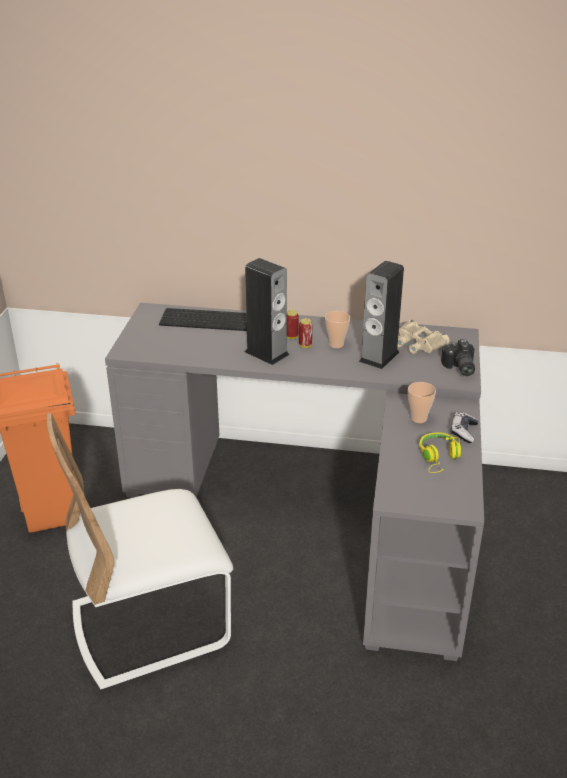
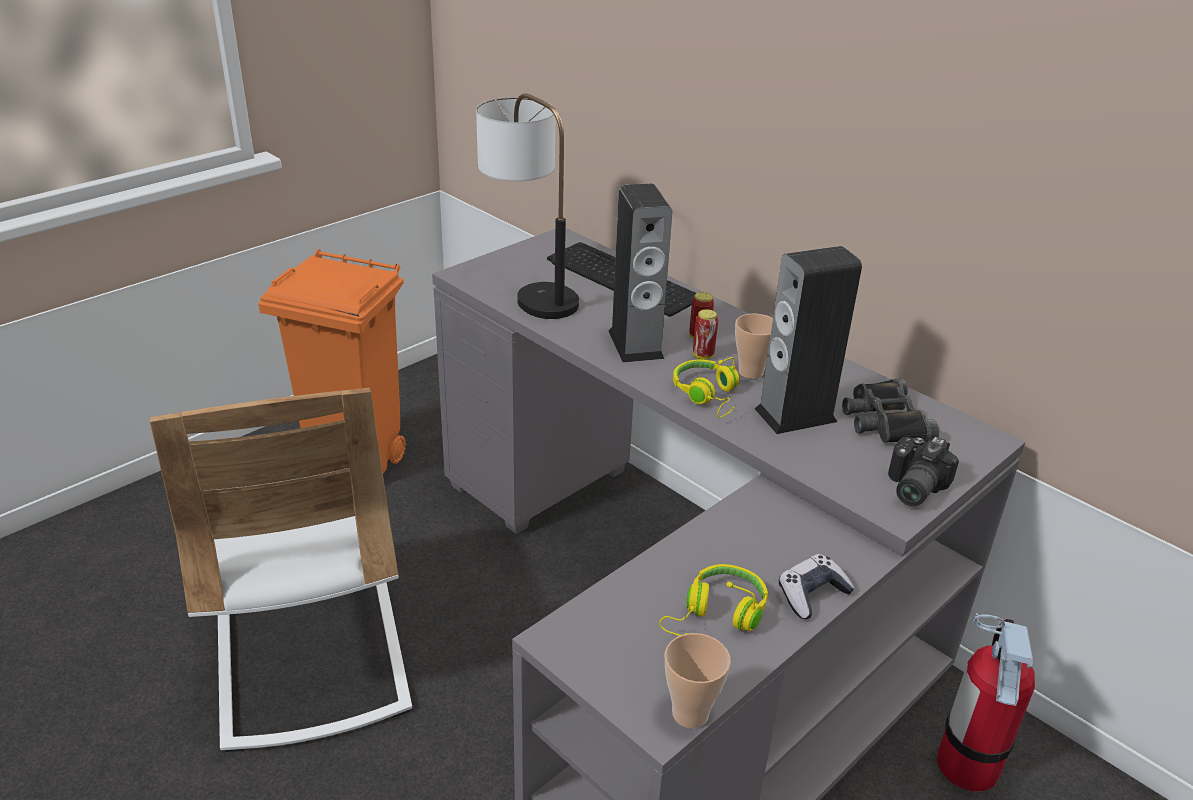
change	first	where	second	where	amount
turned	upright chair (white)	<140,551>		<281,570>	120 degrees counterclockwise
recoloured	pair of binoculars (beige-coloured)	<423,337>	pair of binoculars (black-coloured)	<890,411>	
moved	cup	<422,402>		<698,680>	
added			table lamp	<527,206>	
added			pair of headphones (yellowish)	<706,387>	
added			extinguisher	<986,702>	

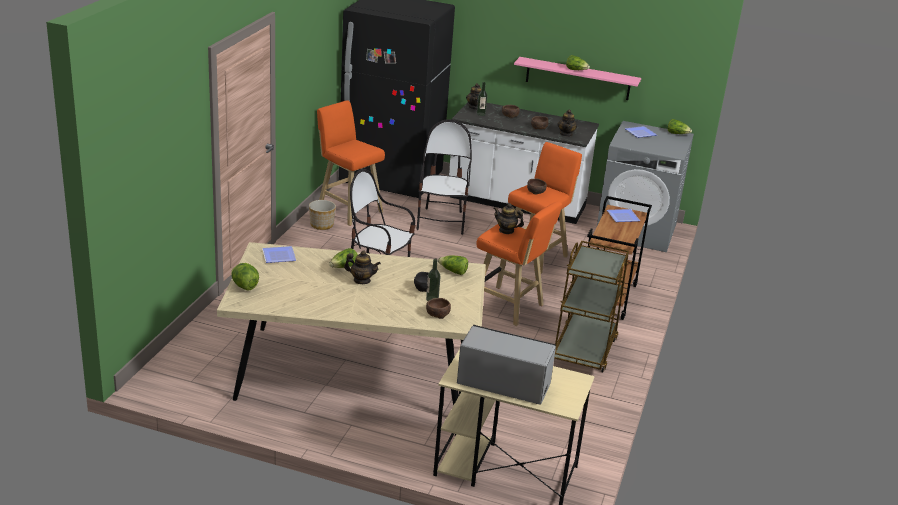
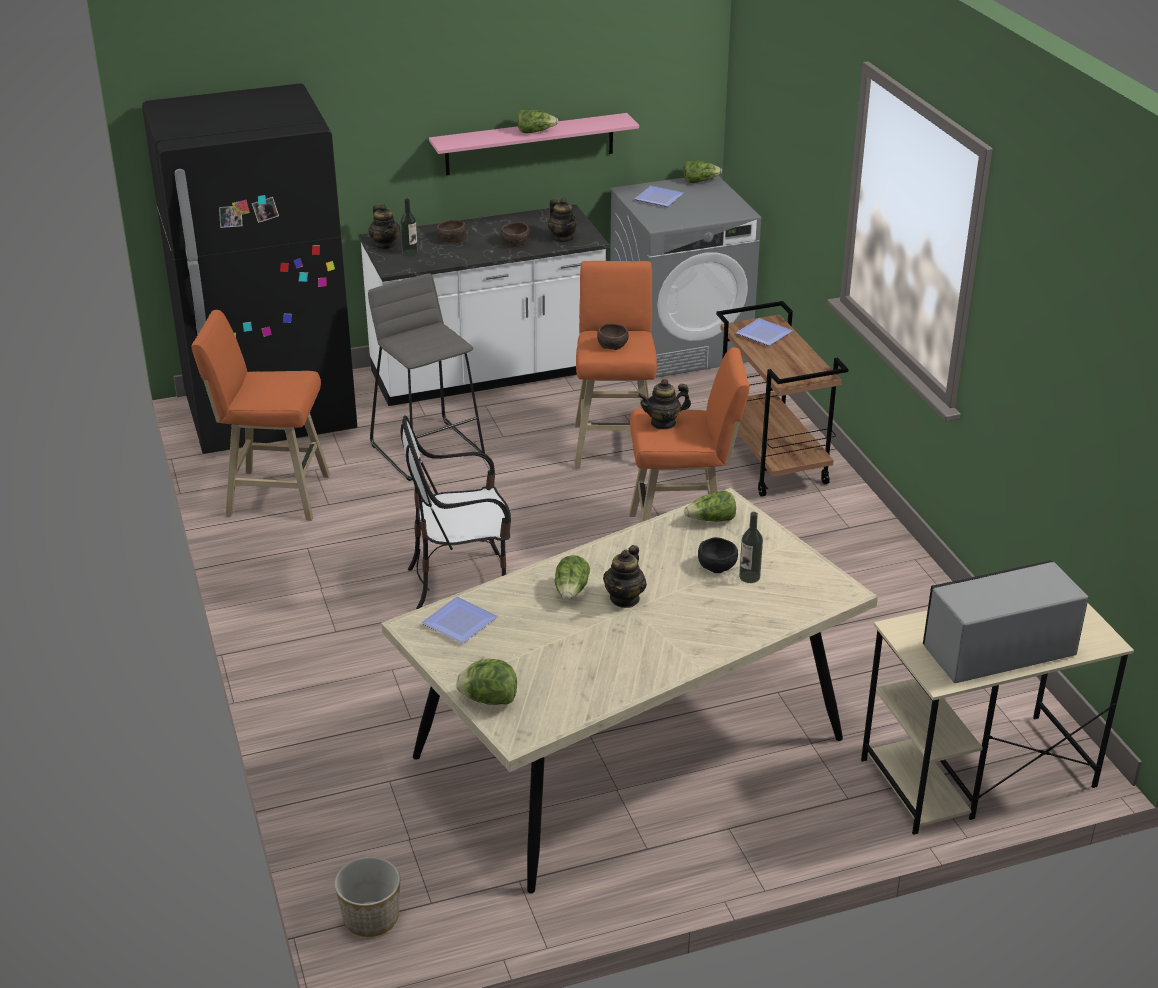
change	first	where	second	where	amount
moved	planter	<322,215>		<367,897>	
turned	teapot	<362,267>		<625,576>	135 degrees clockwise
replaced	upright chair	<444,177>	stool seat (grey)	<426,377>	
removed	bowl (brown)	<438,308>			
removed	trolley (brown)	<591,307>			

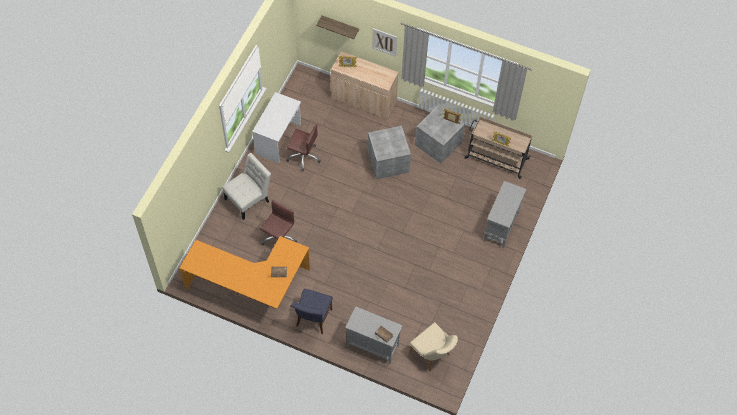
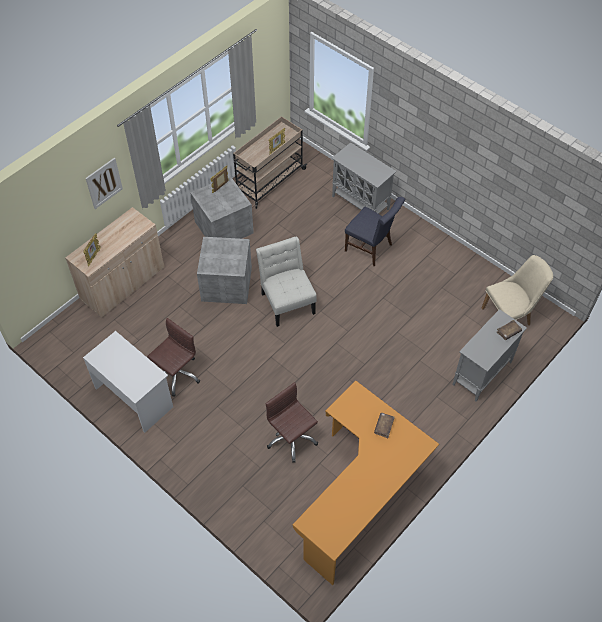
change	first	where	second	where	amount
moved	upright chair (white)	<246,186>		<286,281>	
moved	upright chair (blue)	<312,311>		<375,231>	
removed	bracket shelf	<337,27>			

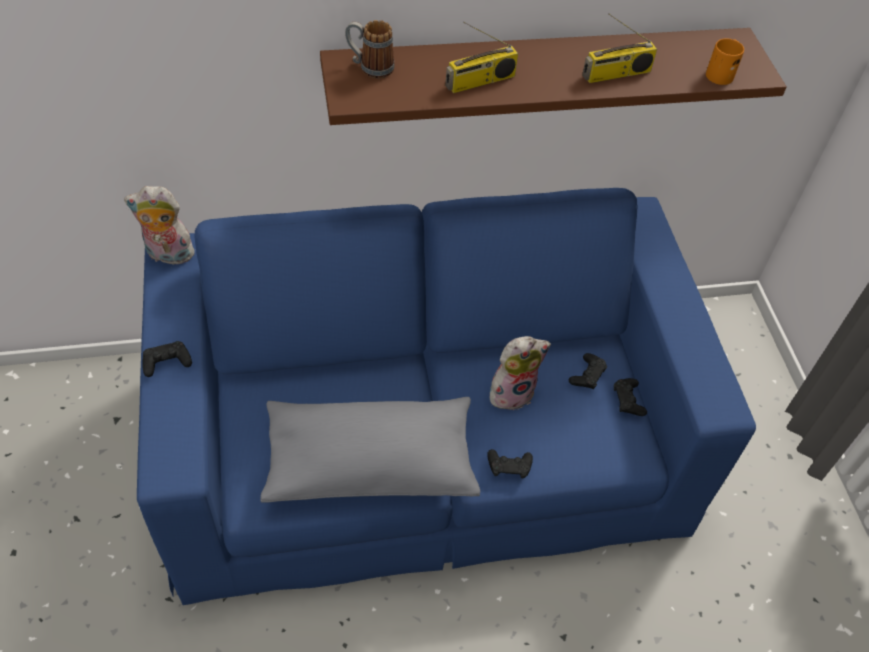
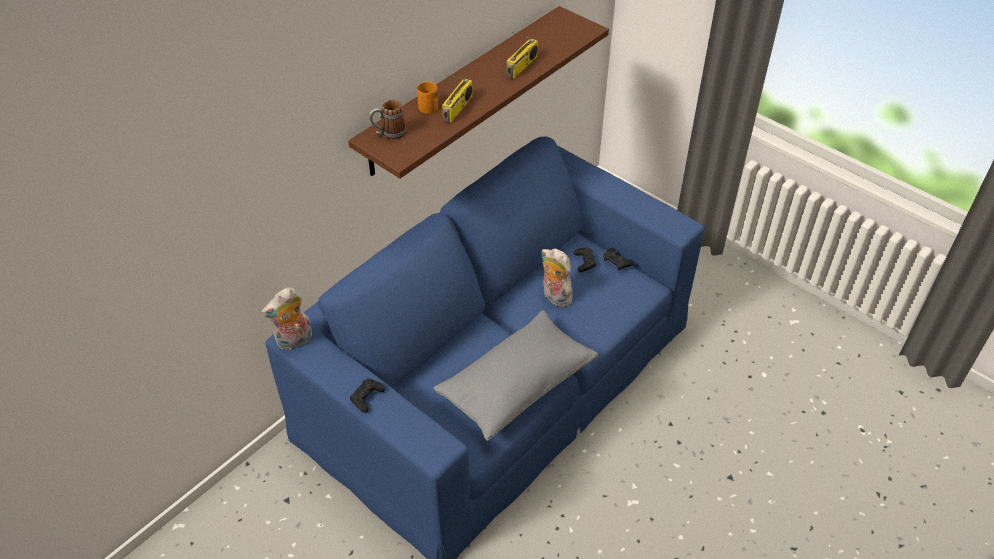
change	first	where	second	where	amount
removed	game controller (black-coloured)	<510,463>			
turned	cuddly toy	<520,373>		<557,277>	75 degrees counterclockwise
moved	tea mug (orange)	<725,61>		<427,97>	

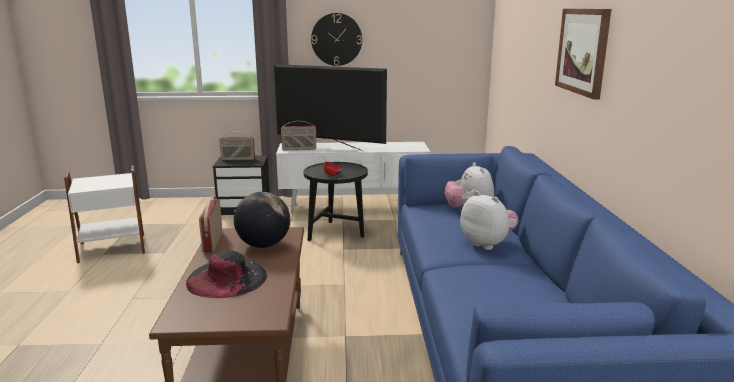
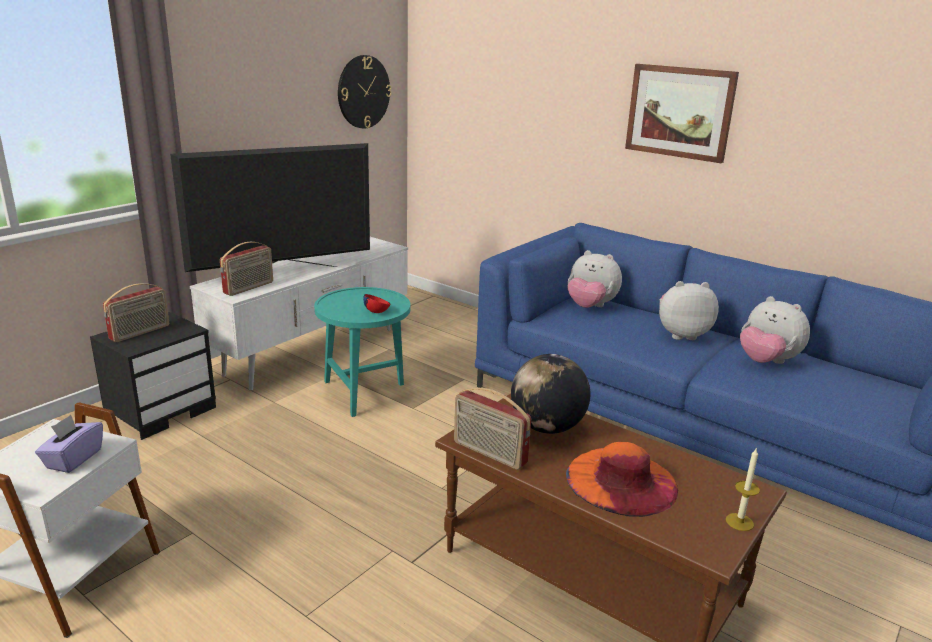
change	first	where	second	where	amount
recoloured	hat (black-coloured)	<226,274>	hat (orange)	<622,479>	
recoloured	accent table (black-coloured)	<336,201>	accent table (turquoise-coloured)	<362,352>	
moved	wall clock	<336,39>		<365,92>	
added			tissue box (purple-coloured)	<69,444>	
added			wax candle	<743,489>	
added			cuddly toy	<775,330>	

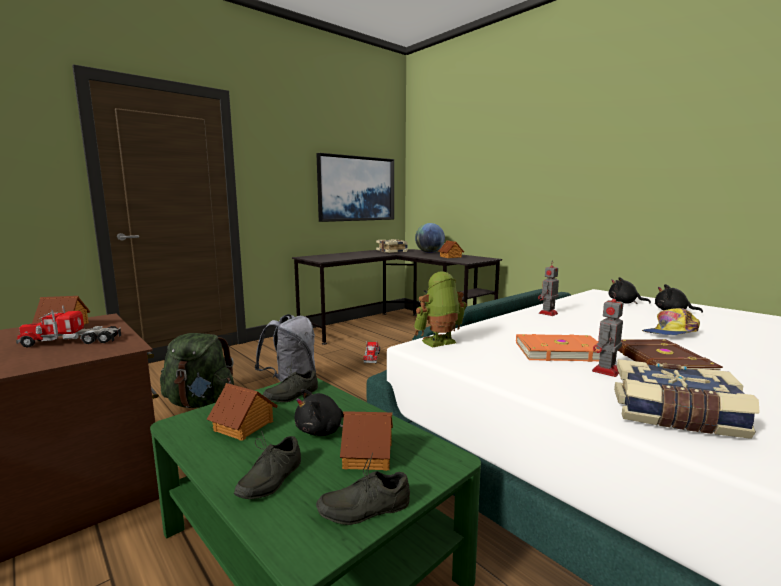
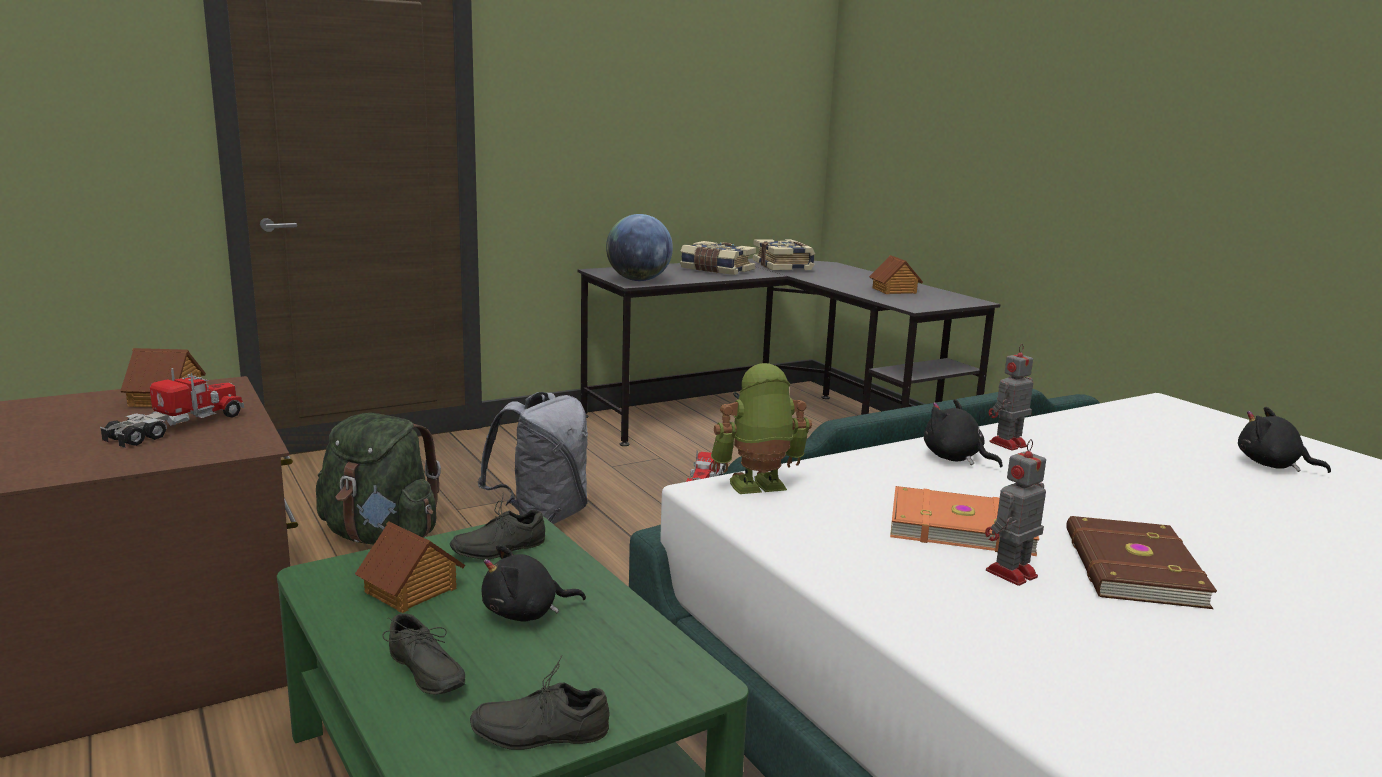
change	first	where	second	where	amount
turned	model truck	<68,326>		<172,408>	120 degrees clockwise
turned	shoe (grey)	<267,465>		<424,654>	75 degrees counterclockwise
removed	wall art	<355,187>			
removed	miniature house	<366,441>			
moved	desk globe	<430,238>		<639,247>	
moved	cuddly toy (black-coloured)	<630,290>		<963,433>	
moved	book	<687,399>		<718,258>	
removed	cap	<671,321>			

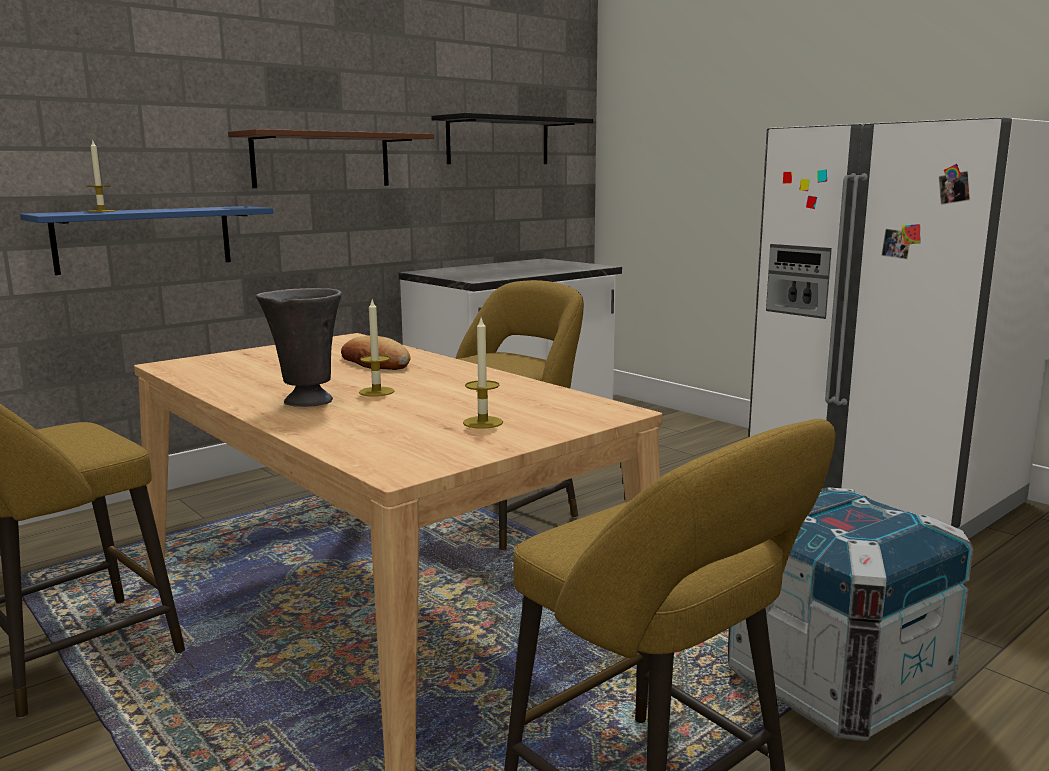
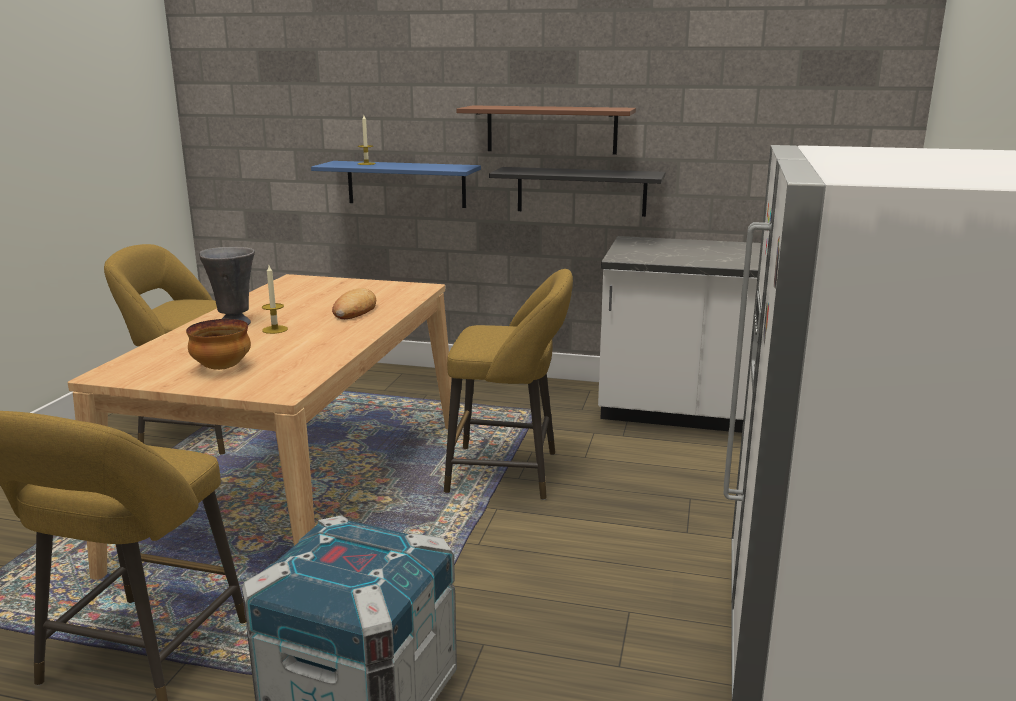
change	first	where	second	where	amount
moved	bracket shelf (black-coloured)	<512,138>		<577,192>	
replaced	wax candle	<483,373>	bowl	<218,344>	

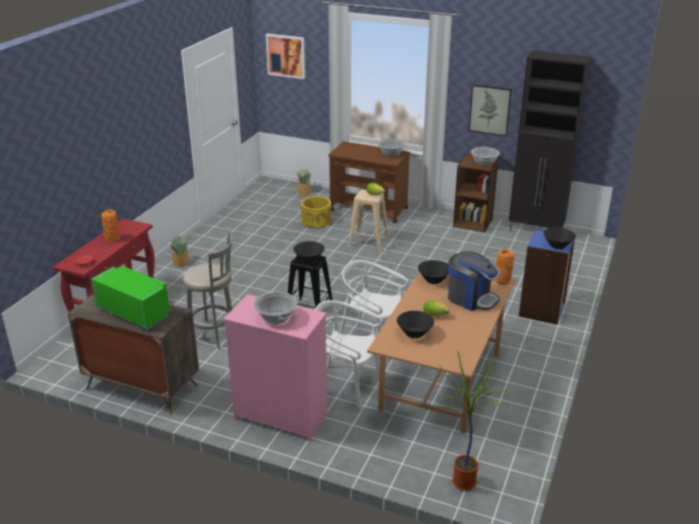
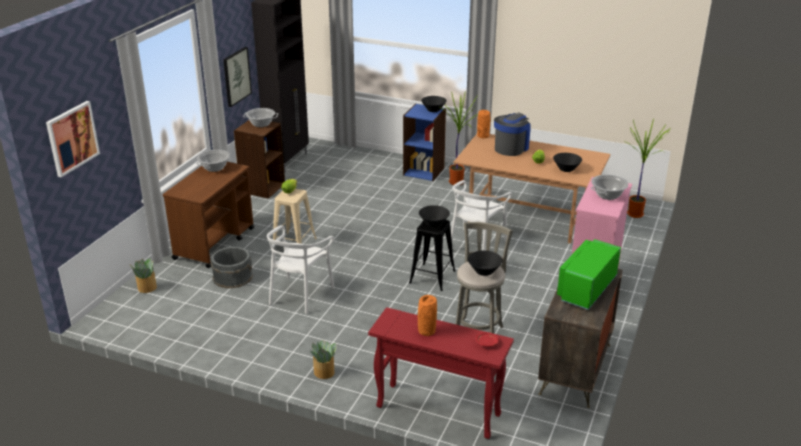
change	first	where	second	where	amount
recoloured	pail (yellowish)	<316,212>	pail (grey)	<232,267>	
moved	upright chair (white)	<348,354>		<301,269>	
moved	bowl (black-coloured)	<433,272>		<485,263>	
added			plant in a pot	<458,138>	

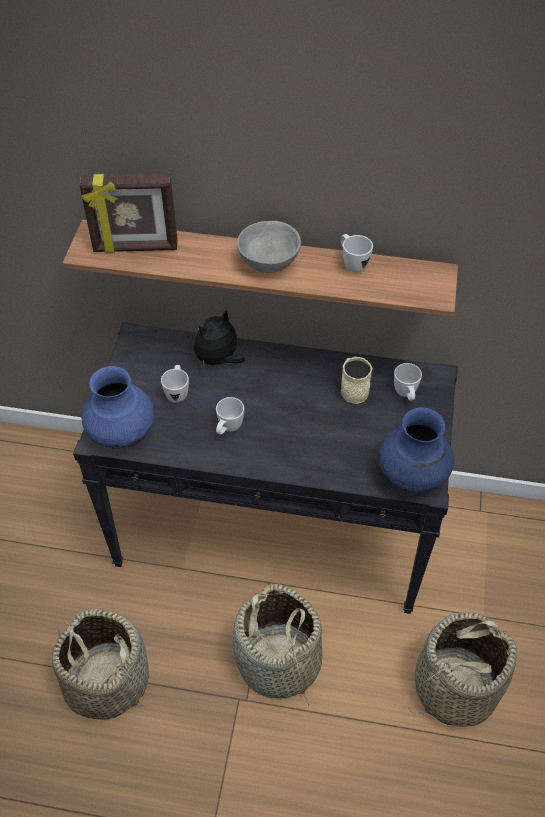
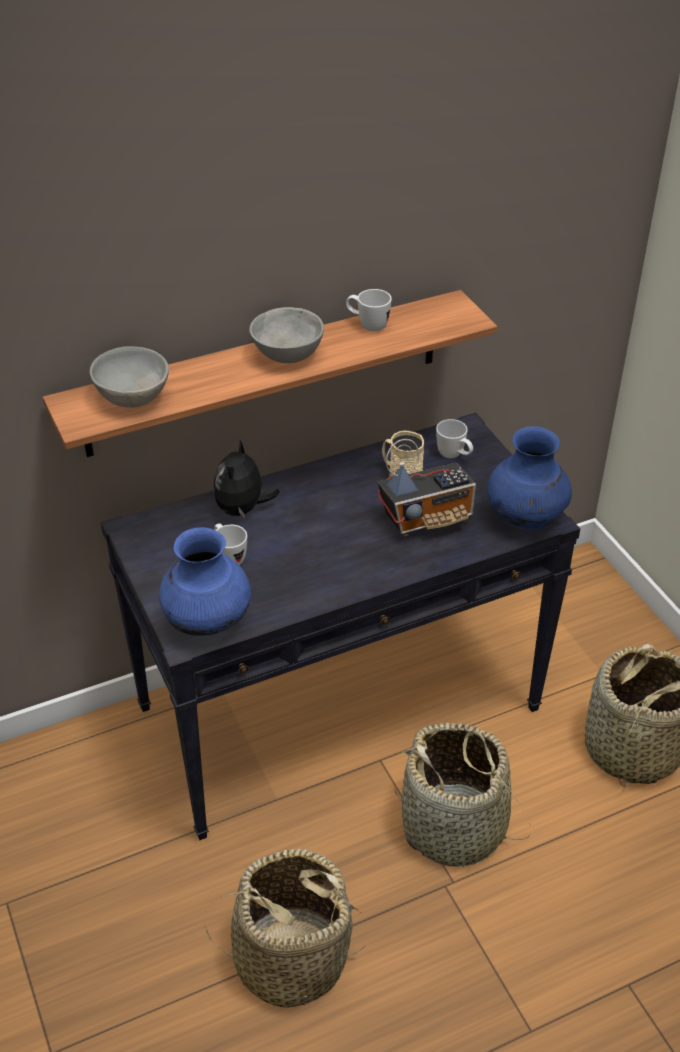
change	first	where	second	where	amount
replaced	standing frame	<128,213>	bowl (grey)	<129,377>	
removed	tea mug (white)	<230,416>			
added			radio receiver	<427,488>	

